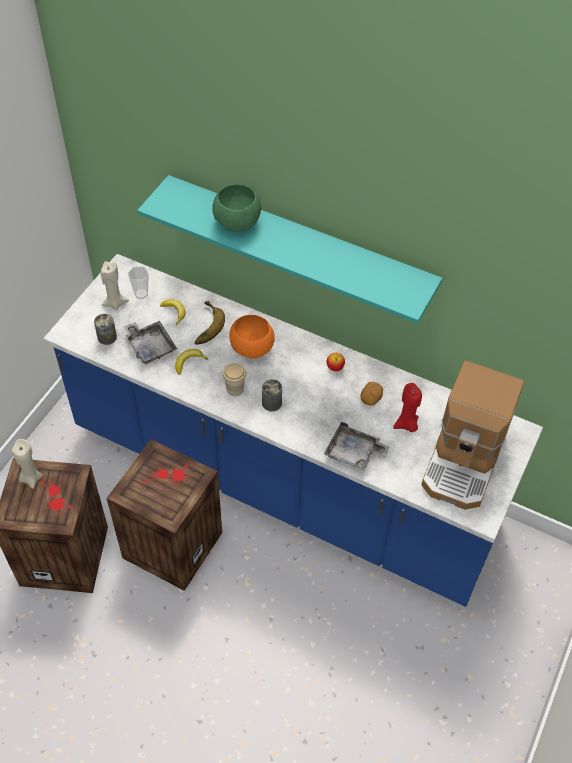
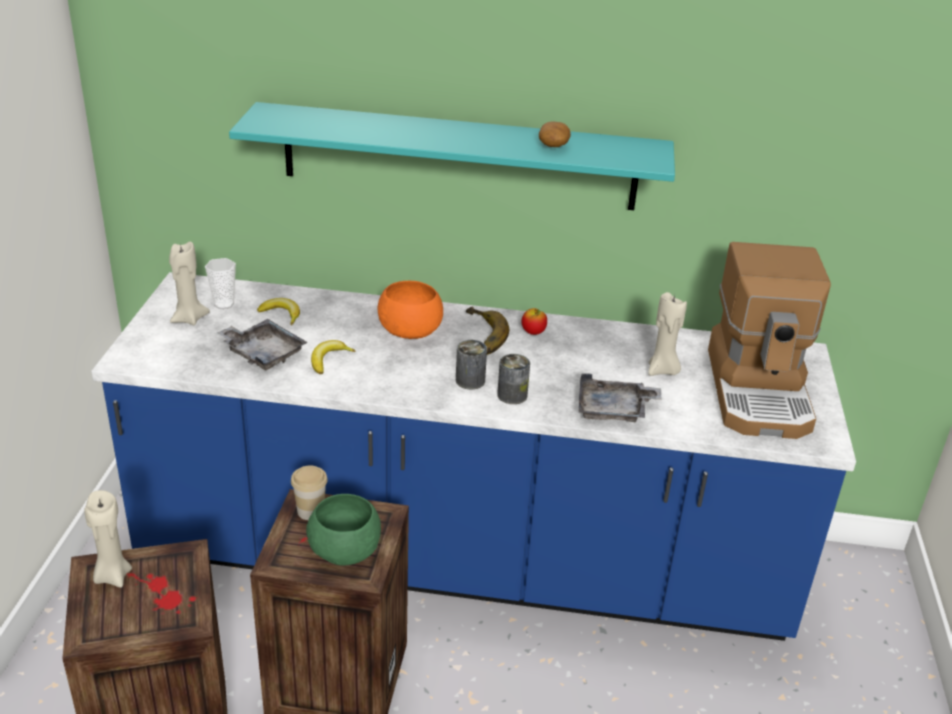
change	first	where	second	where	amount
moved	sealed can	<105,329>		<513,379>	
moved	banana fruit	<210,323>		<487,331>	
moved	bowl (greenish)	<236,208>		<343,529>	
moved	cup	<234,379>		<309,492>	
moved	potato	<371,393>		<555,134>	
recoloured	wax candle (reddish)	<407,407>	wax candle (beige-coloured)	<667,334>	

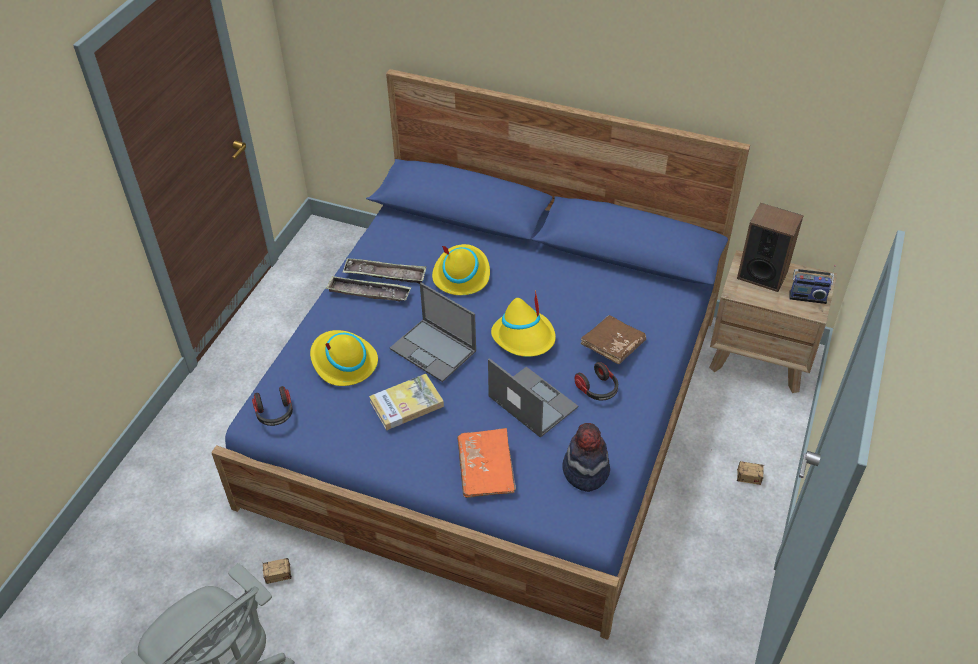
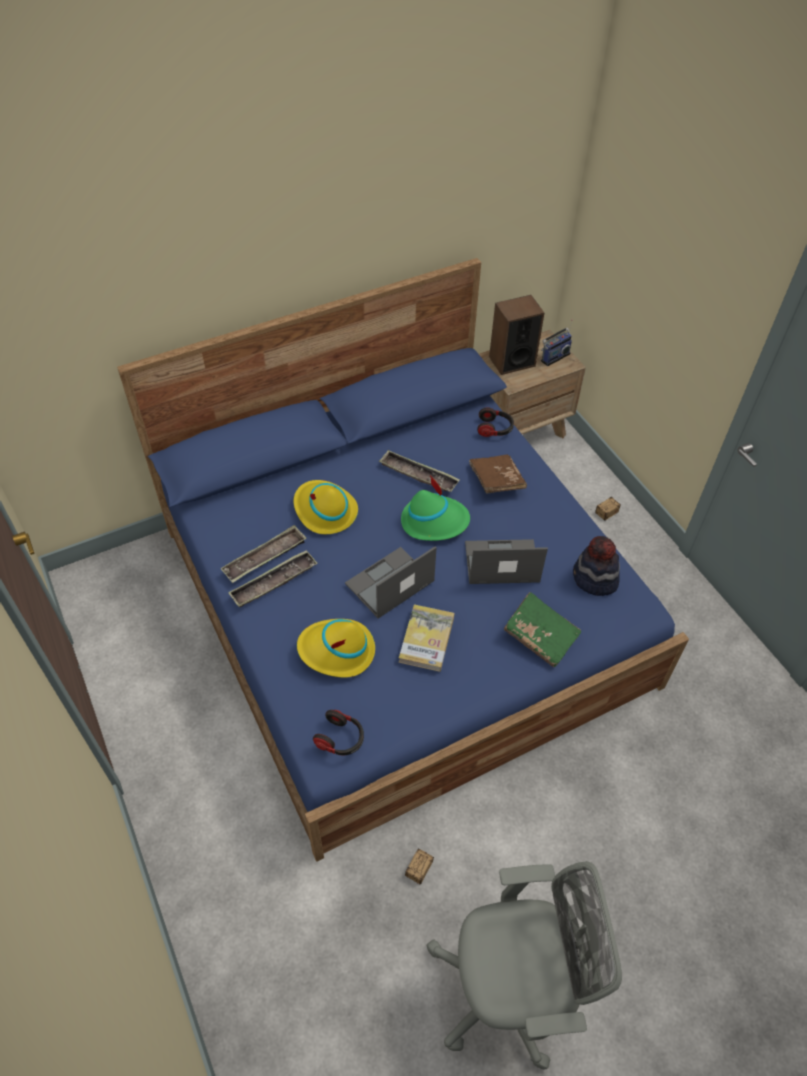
change	first	where	second	where	amount
turned	laptop	<433,332>		<391,582>	150 degrees clockwise
recoloured	book (orange)	<486,463>	book (greenish)	<542,629>	
recoloured	hat (yellowish)	<523,323>	hat (greenish)	<435,508>	
moved	pair of headphones	<596,381>		<495,422>	
added			serving tray	<419,471>	

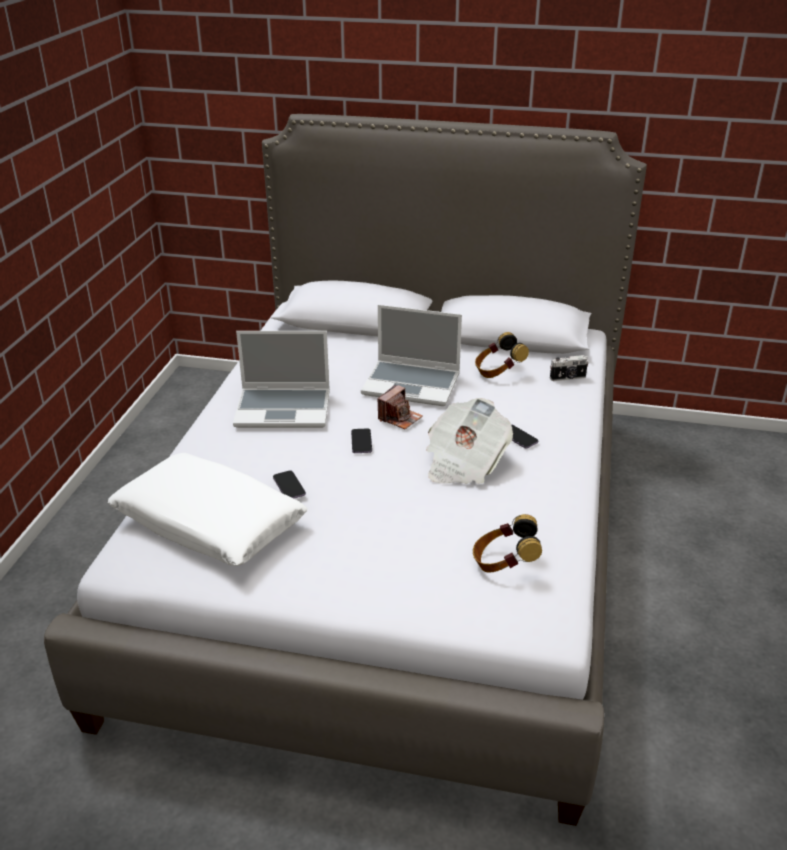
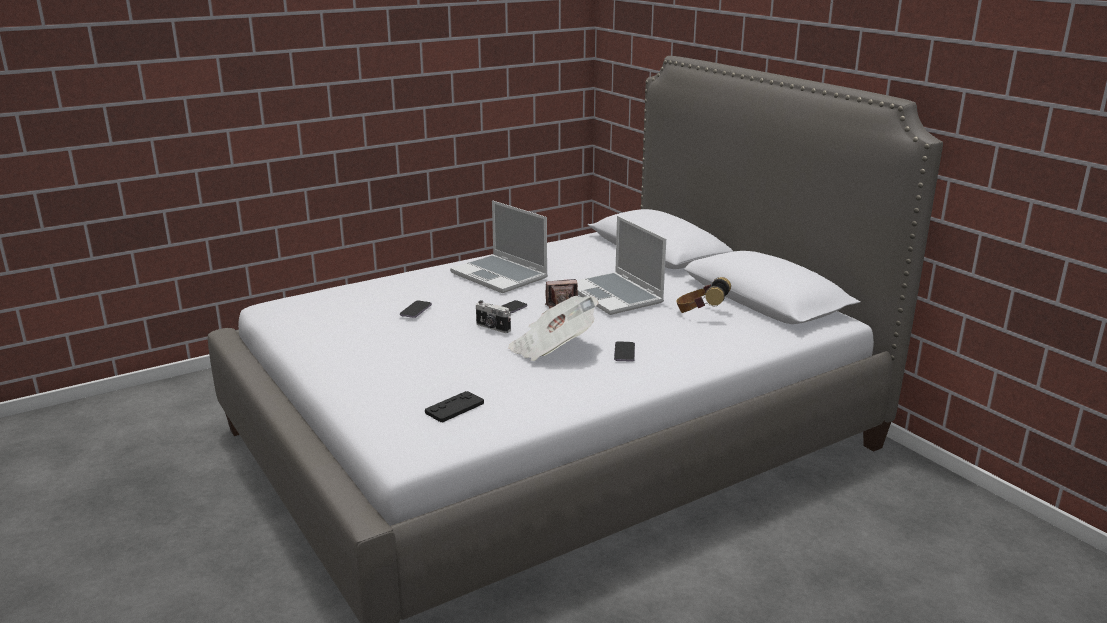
change	first	where	second	where	amount
removed	cushion (white)	<208,509>			
replaced	pair of headphones	<507,543>	game controller (black-coloured)	<454,406>	
moved	photo camera	<569,368>		<493,316>	

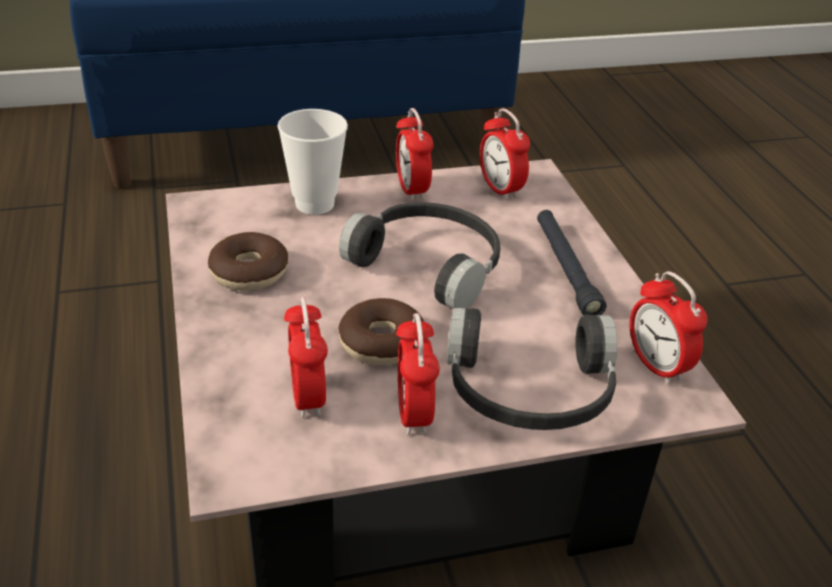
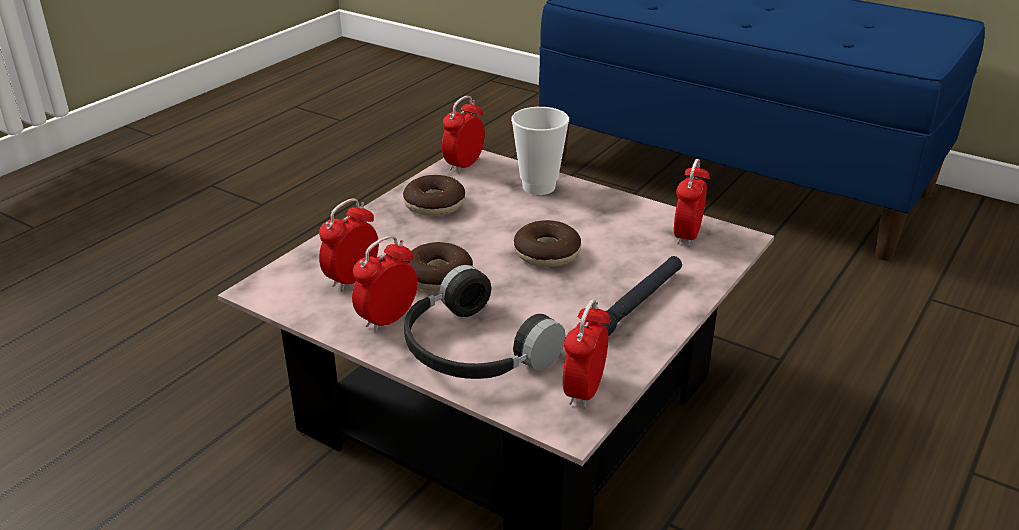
change	first	where	second	where	amount
replaced	pair of headphones (black-coloured)	<419,255>	donut	<547,243>	
moved	bedside clock	<414,155>		<463,134>	

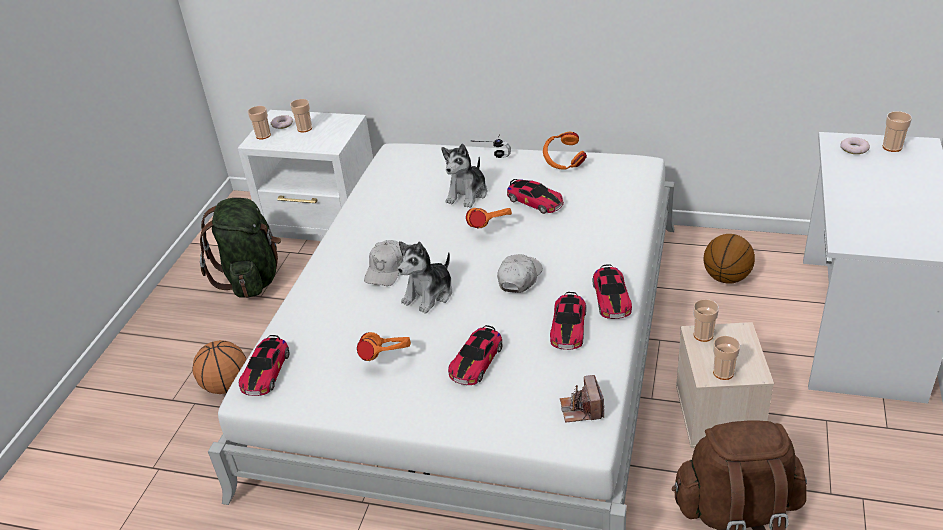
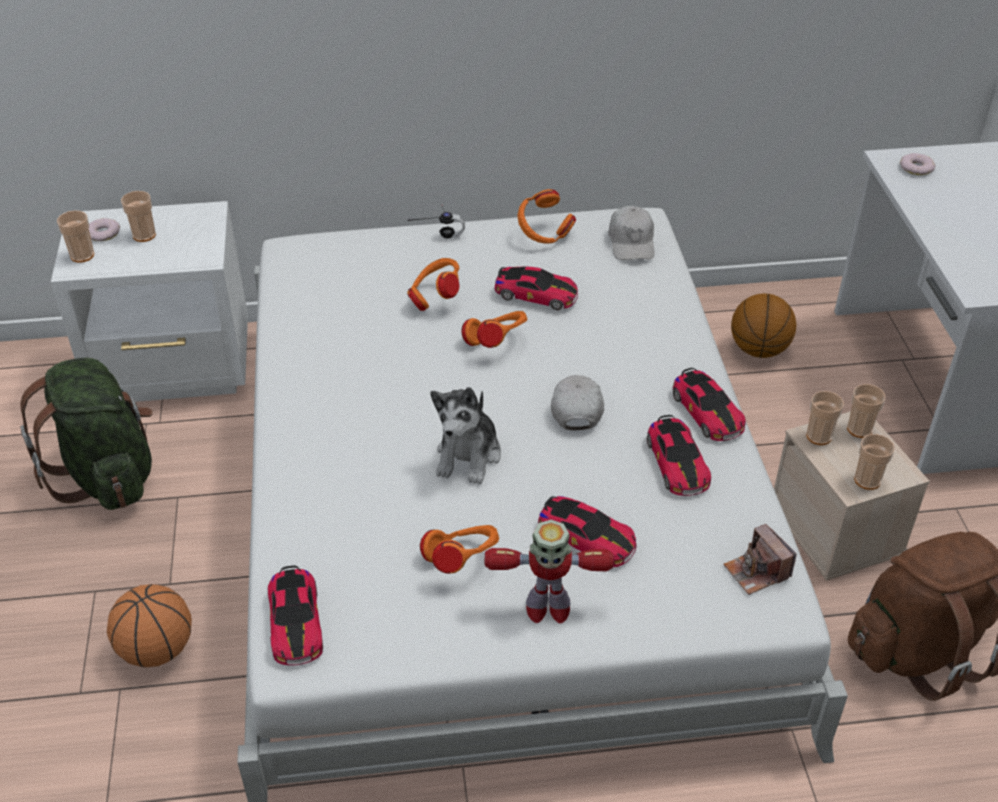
change	first	where	second	where	amount
moved	cap (white)	<383,263>		<631,233>	
replaced	cuddly toy	<464,175>	pair of headphones (orange)	<433,284>	
turned	miniature car	<475,355>		<587,531>	60 degrees counterclockwise
moved	cup	<897,131>		<866,411>	
added			toy robot	<549,571>	

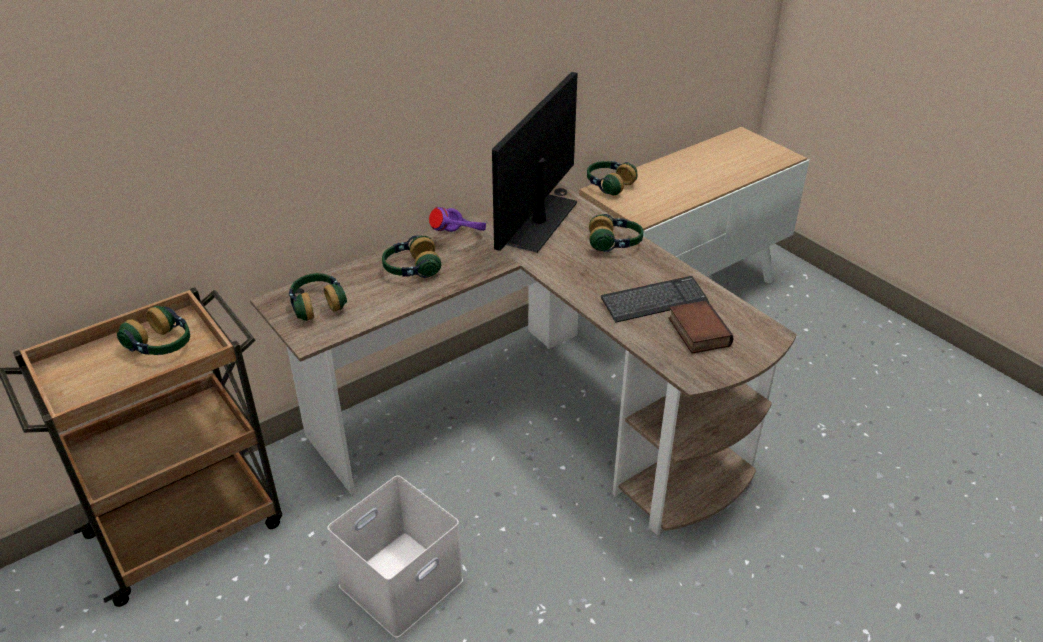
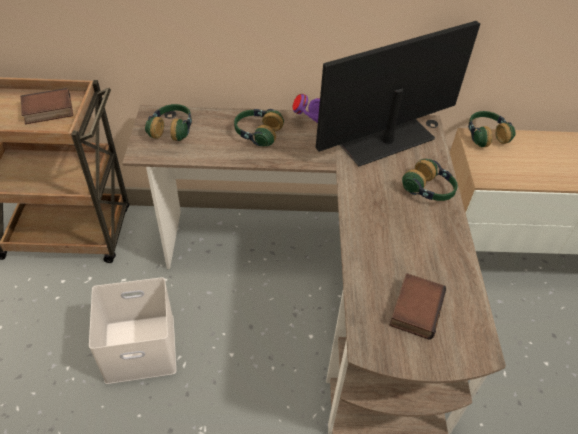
change	first	where	second	where	amount
replaced	pair of headphones	<153,330>	book	<46,106>	
removed	computer keyboard	<654,299>			

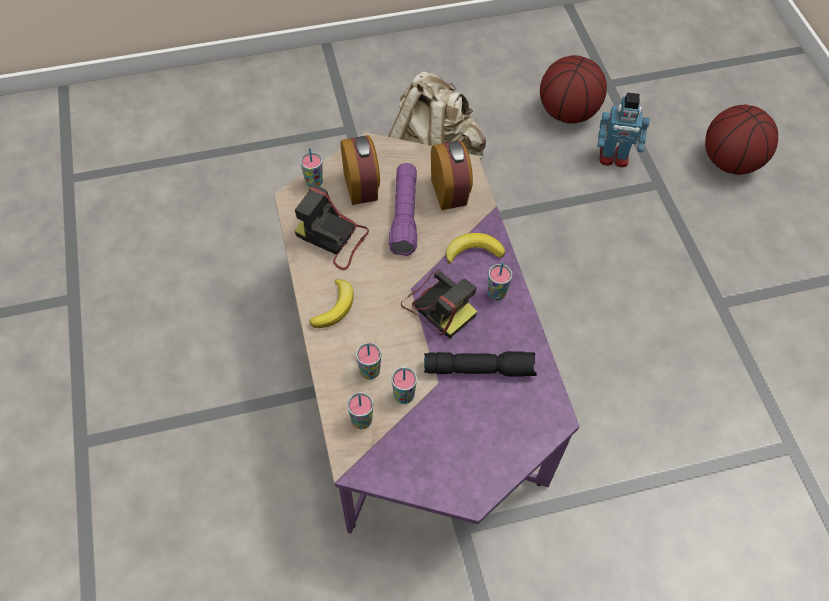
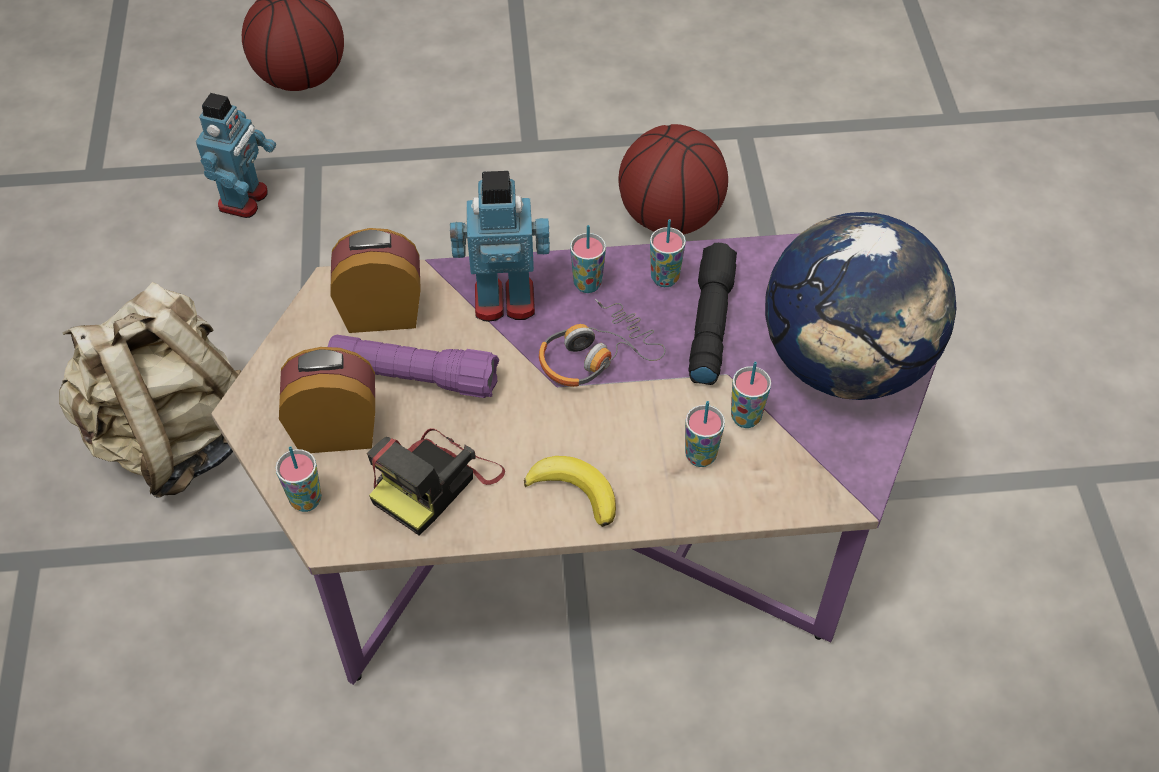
change	first	where	second	where	amount
moved	cup	<360,410>		<668,253>	
replaced	photo camera	<439,303>	pair of headphones	<602,343>	
replaced	banana fruit	<475,248>	toy robot	<500,246>	
moved	basketball ball	<573,89>		<673,179>	
added			desk globe	<860,306>	

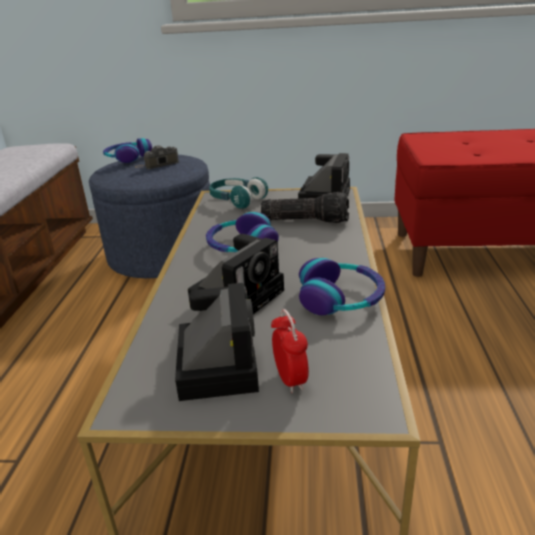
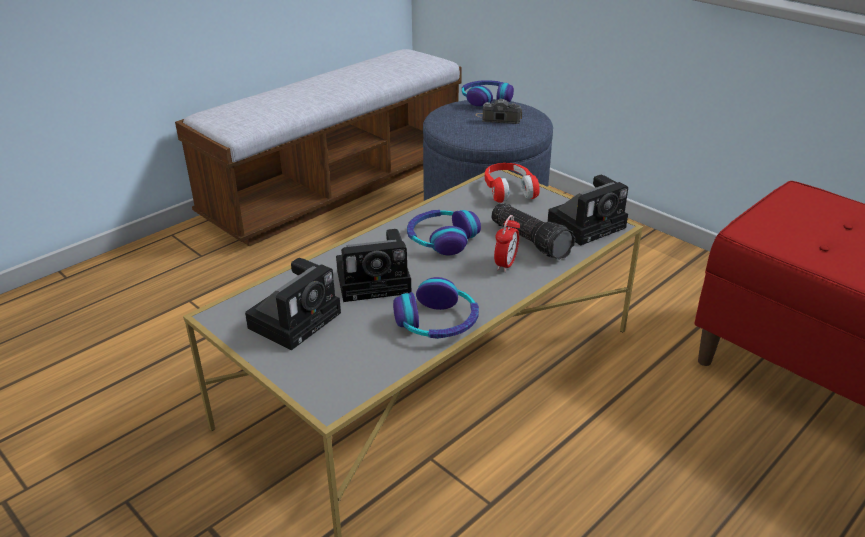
change	first	where	second	where	amount
recoloured	pair of headphones (turquoise-coloured)	<238,193>	pair of headphones (reddish)	<512,183>	
moved	bedside clock	<290,351>		<507,243>	

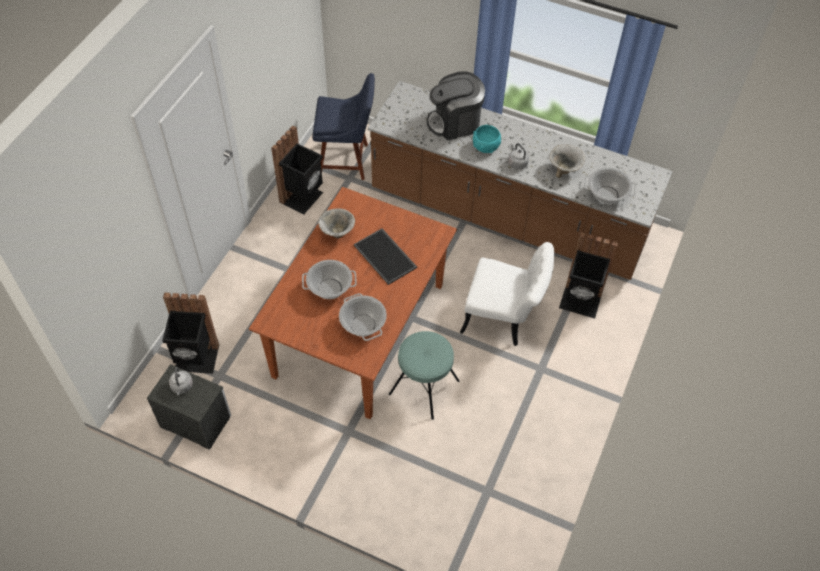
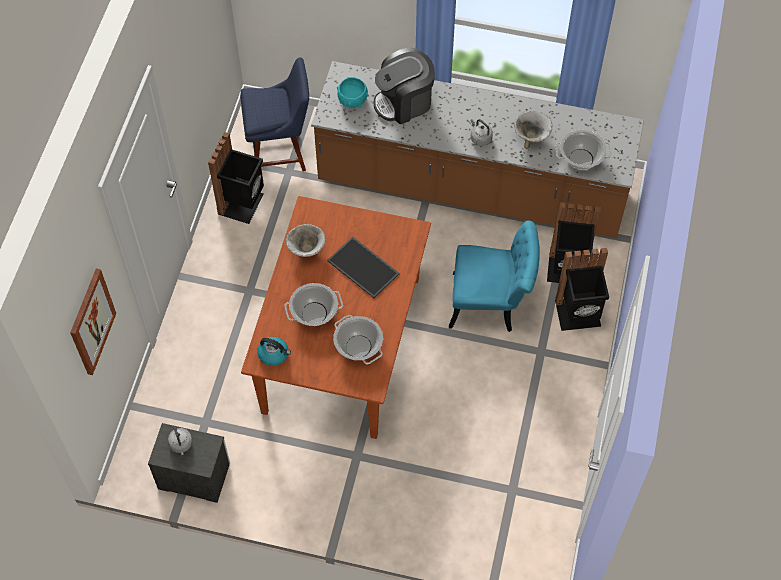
change	first	where	second	where	amount
moved	waste bin (black-coloured)	<190,333>		<582,289>	
removed	stool seat (turquoise-coloured)	<424,375>			
recoloured	upright chair (white)	<507,294>	upright chair (turquoise-coloured)	<494,276>	
moved	bowl (turquoise-coloured)	<487,139>		<352,92>	
added			wall art	<93,321>	
added			kettle	<274,351>	

